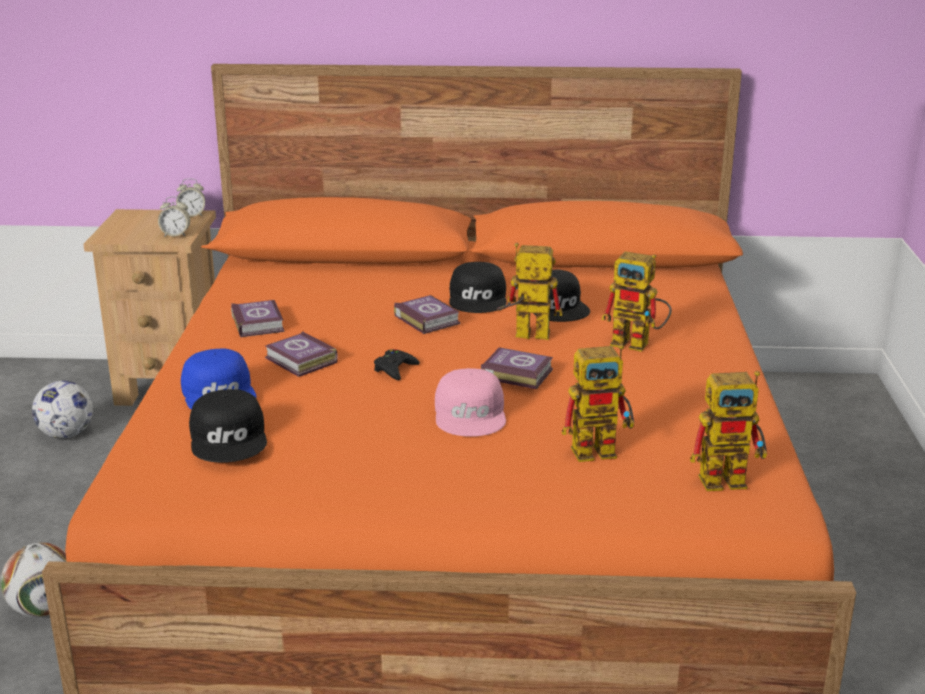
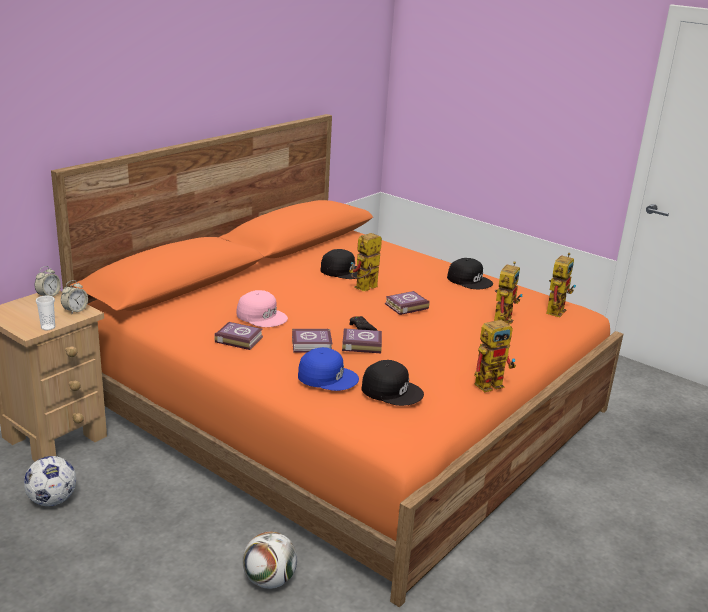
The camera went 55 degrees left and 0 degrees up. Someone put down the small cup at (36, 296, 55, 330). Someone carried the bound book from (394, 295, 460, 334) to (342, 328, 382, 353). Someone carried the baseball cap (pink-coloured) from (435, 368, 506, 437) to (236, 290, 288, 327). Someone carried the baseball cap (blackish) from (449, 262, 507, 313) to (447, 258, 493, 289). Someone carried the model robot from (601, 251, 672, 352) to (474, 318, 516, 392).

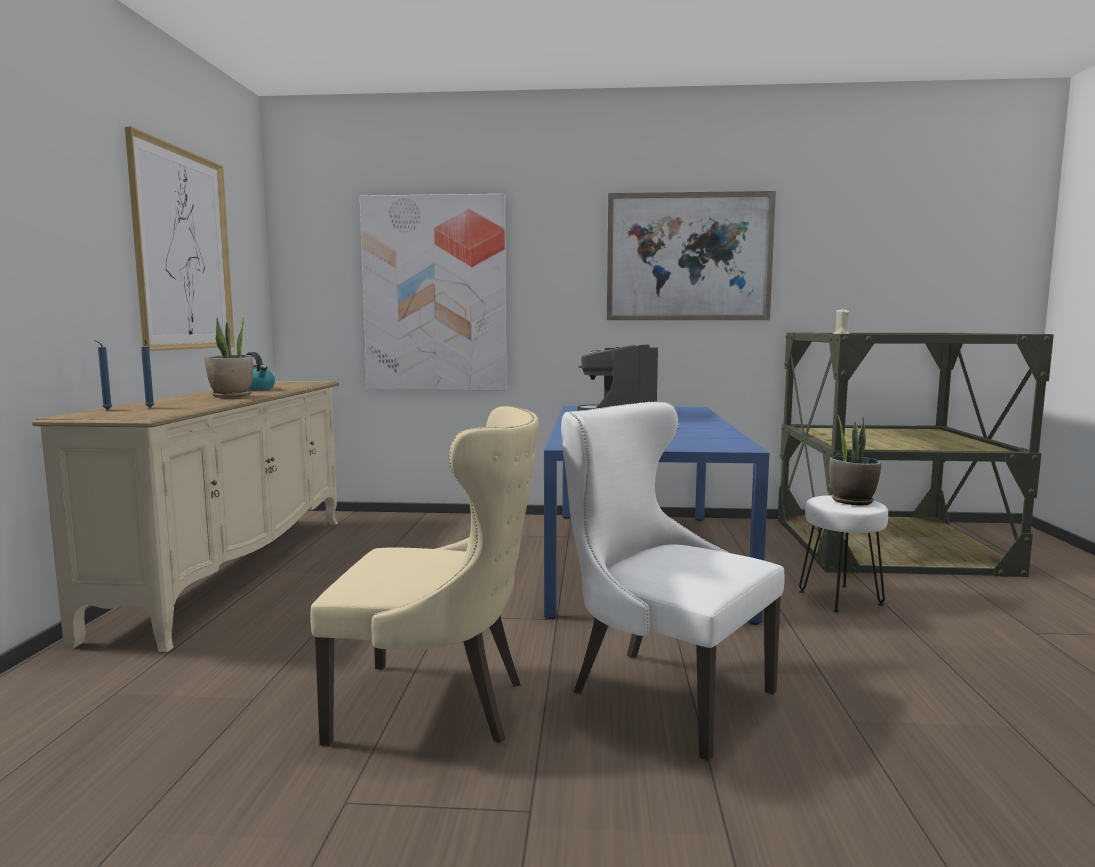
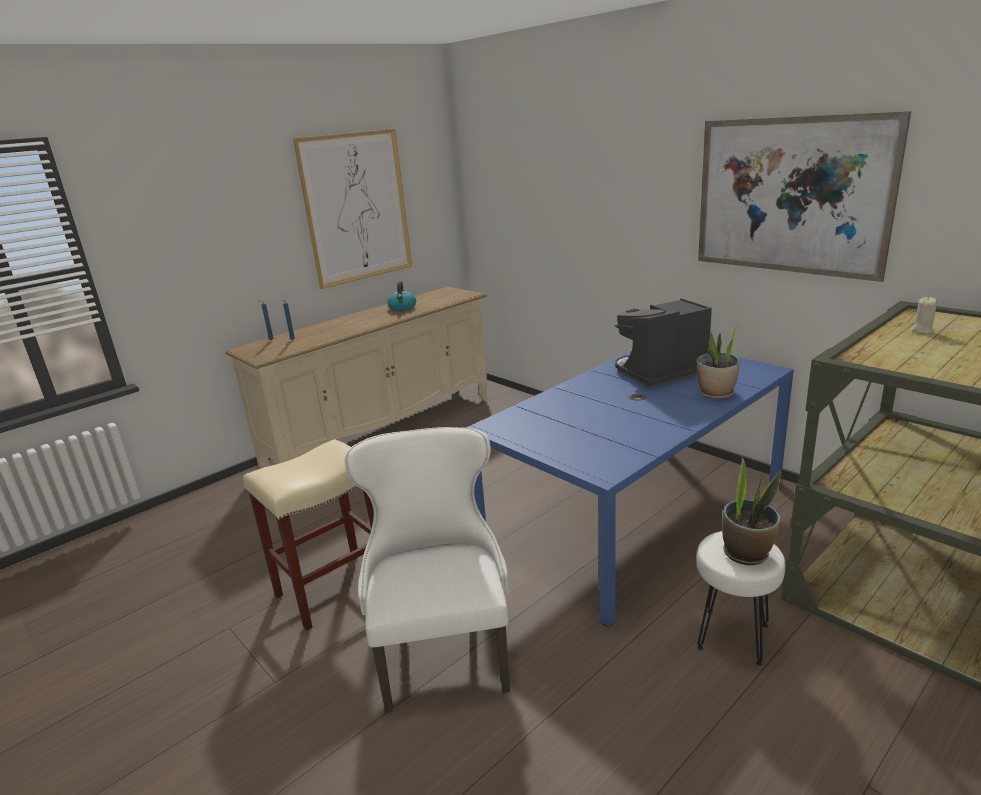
The camera went 45 degrees right and 15 degrees up. Someone took away the wall picture at (360, 194, 507, 391). Someone carried the potted plant from (204, 313, 253, 398) to (697, 324, 740, 399). Someone swapped the plain chair (beige-coloured) at (310, 406, 539, 746) for the stool seat (beige-coloured) at (243, 439, 374, 630).

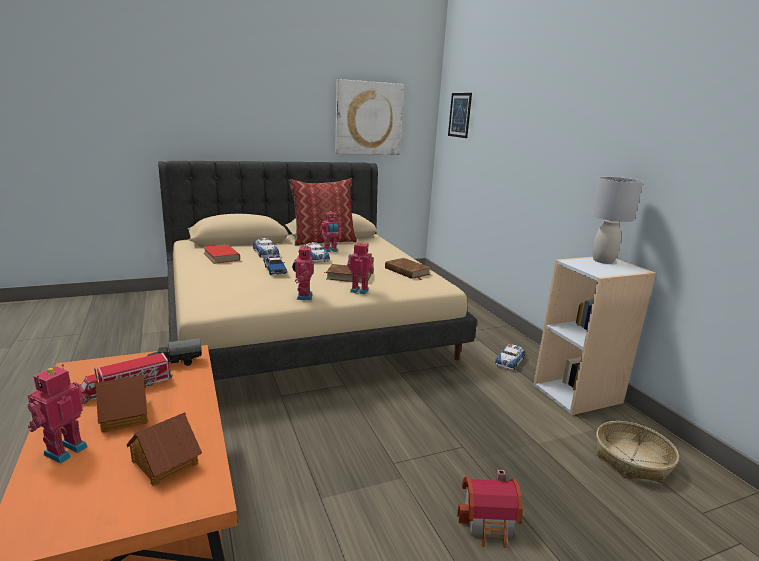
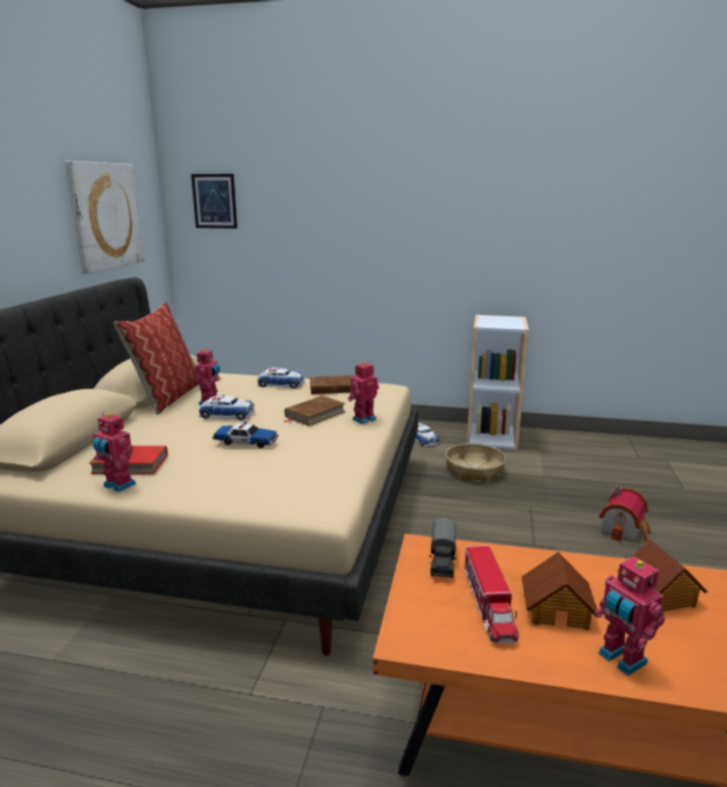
The camera went 55 degrees left and 0 degrees up. Someone took away the table lamp (gray) at (591, 177, 643, 264). Someone carried the toy car from (253, 238, 279, 258) to (257, 367, 305, 389). Someone carried the model robot from (292, 244, 314, 300) to (93, 413, 136, 492). Someone carried the basket from (596, 421, 679, 483) to (446, 443, 506, 482).

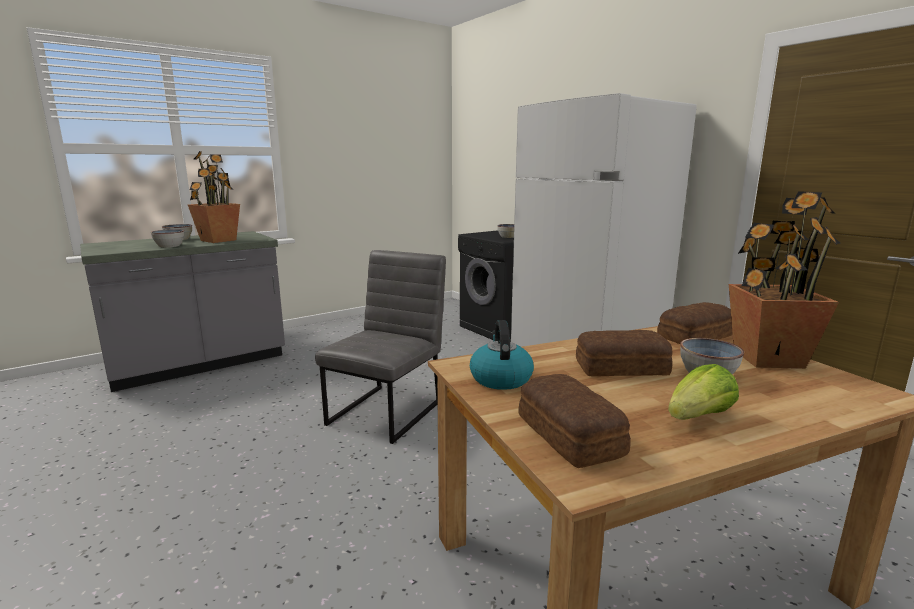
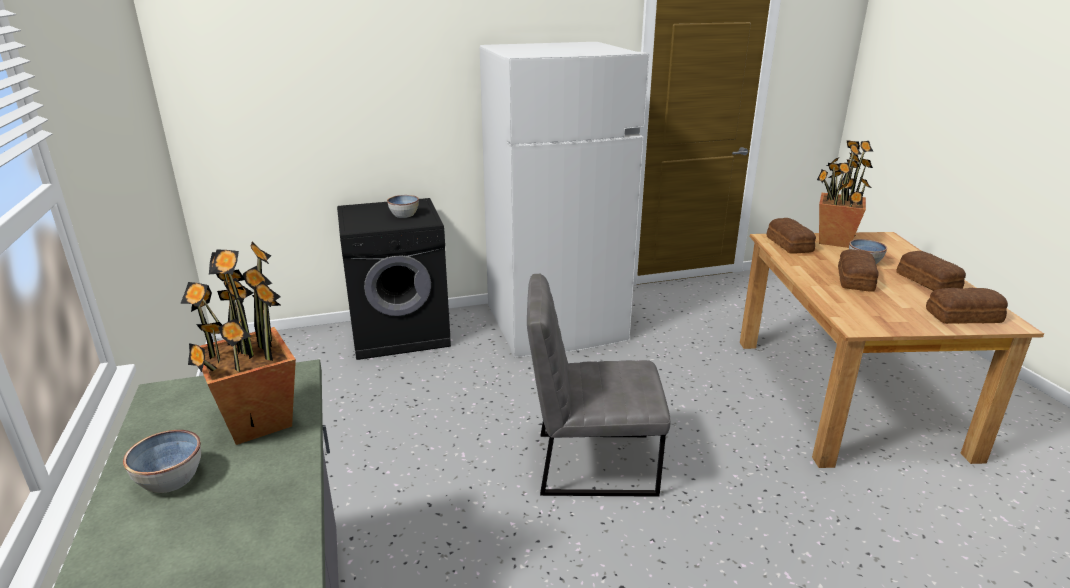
The camera went 70 degrees left and 10 degrees up. Someone took away the deep dish at (151, 229, 184, 247). Someone took away the tea kettle at (470, 320, 534, 390). Someone swapped the lettuce at (668, 364, 739, 420) for the bakery bread at (896, 251, 966, 291). Someone rotated the plain chair (gray) at (315, 250, 446, 444) by 45 degrees counterclockwise.

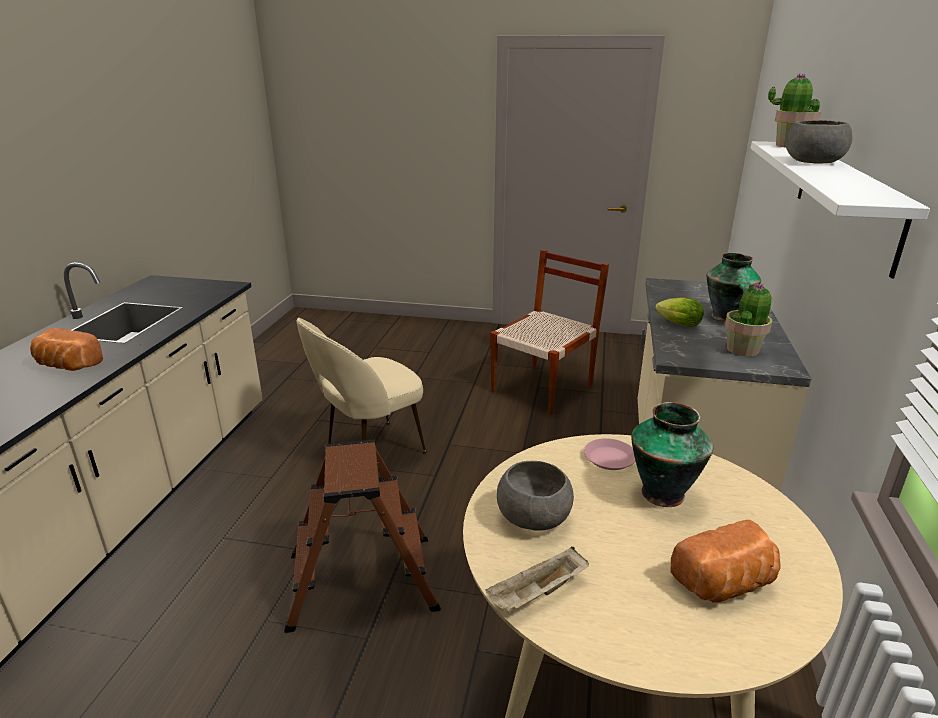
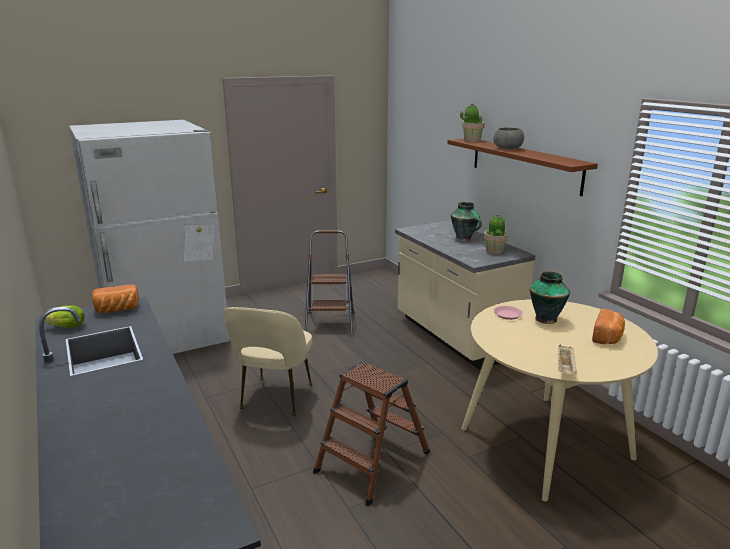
The camera went 40 degrees left and 5 degrees down. Someone took away the deep dish (gray) at (497, 461, 574, 531). Someone put down the fridge (white) at (69, 120, 230, 354). Someone carried the bakery bread from (30, 328, 103, 371) to (92, 284, 139, 314). Someone carried the lettuce from (655, 297, 704, 327) to (44, 305, 85, 327). Someone swapped the plain chair at (490, 250, 609, 415) for the step stool (brownish) at (305, 230, 354, 337). Someone repainted the wall shelf (white) at (751, 141, 930, 278), which became the wall shelf (brownish) at (447, 139, 598, 196).

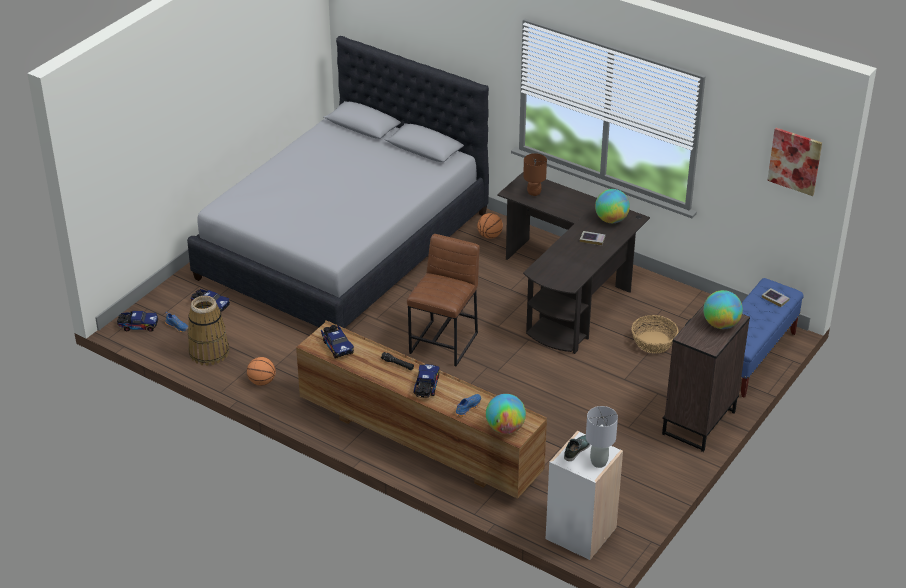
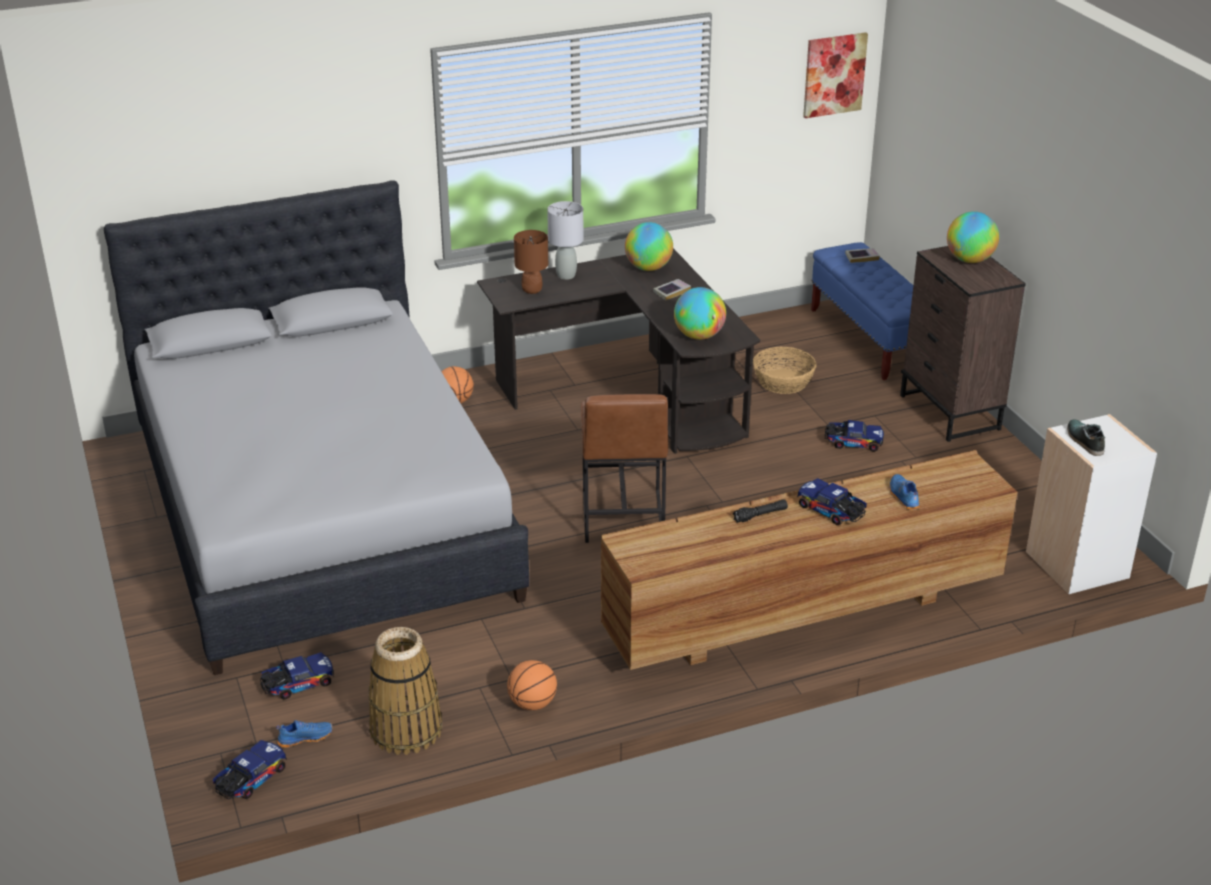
The camera went 55 degrees left and 5 degrees down. Someone carried the model truck from (321, 325, 354, 359) to (825, 420, 884, 452). Someone carried the desk globe from (486, 394, 526, 434) to (674, 287, 726, 340). Someone carried the table lamp (gray) from (586, 406, 618, 468) to (547, 201, 584, 280). Someone rotated the plain chair (brownish) at (407, 234, 480, 366) by 150 degrees counterclockwise.

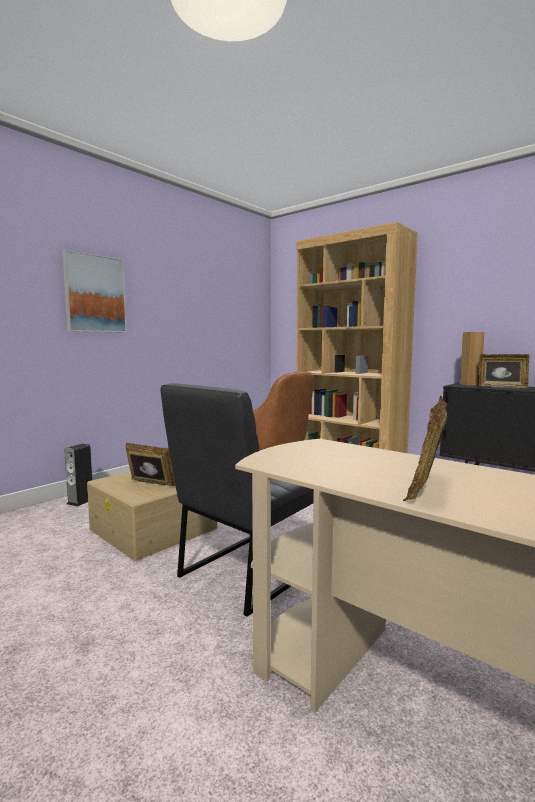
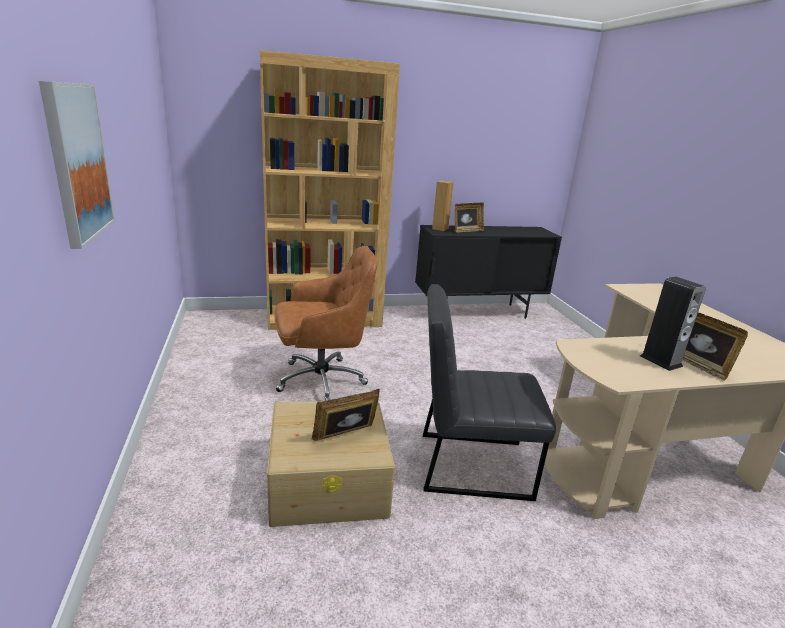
The camera went 55 degrees left and 15 degrees up. Someone carried the speaker from (65, 444, 92, 507) to (640, 277, 706, 371). Someone rotated the plain chair (gray) at (160, 383, 314, 617) by 105 degrees clockwise.

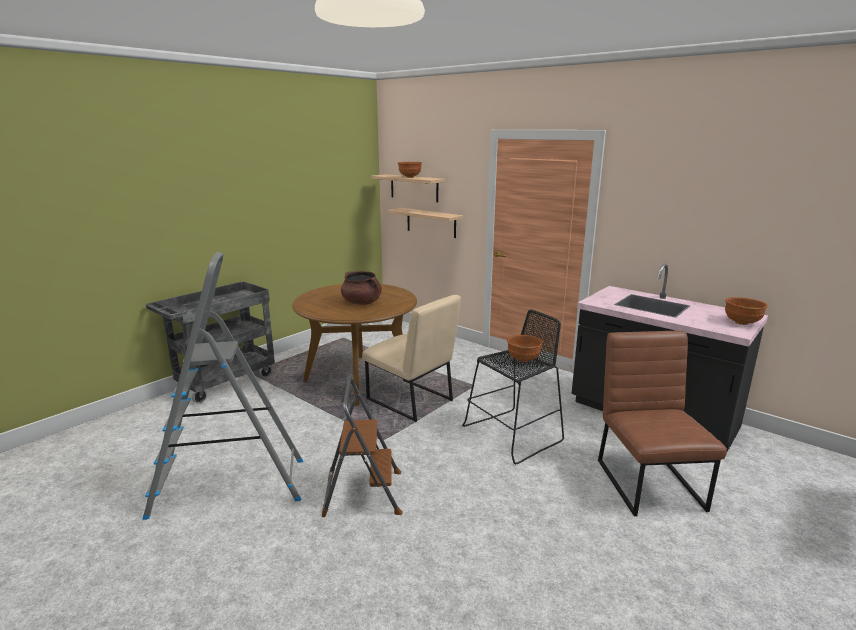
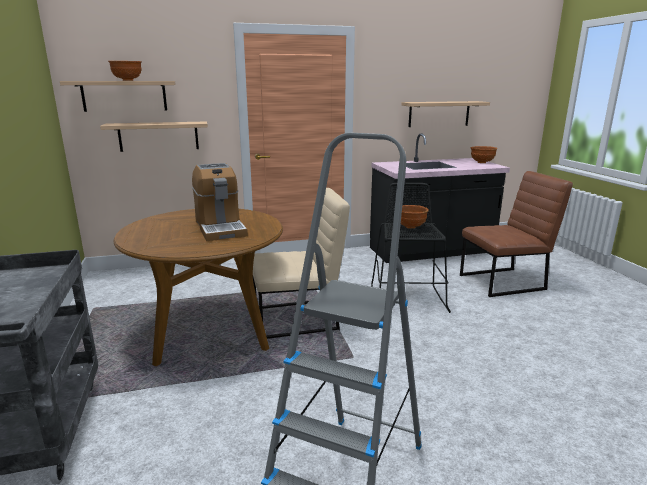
The camera went 55 degrees left and 0 degrees up. Someone took away the step stool (brownish) at (322, 378, 403, 517). Someone put up the wall shelf at (401, 101, 490, 127). Someone swapped the cooking pot (brownish) at (341, 271, 382, 305) for the coffee brewer at (192, 163, 248, 241). Someone rotated the plain chair (brownish) at (598, 330, 727, 516) by 135 degrees clockwise.

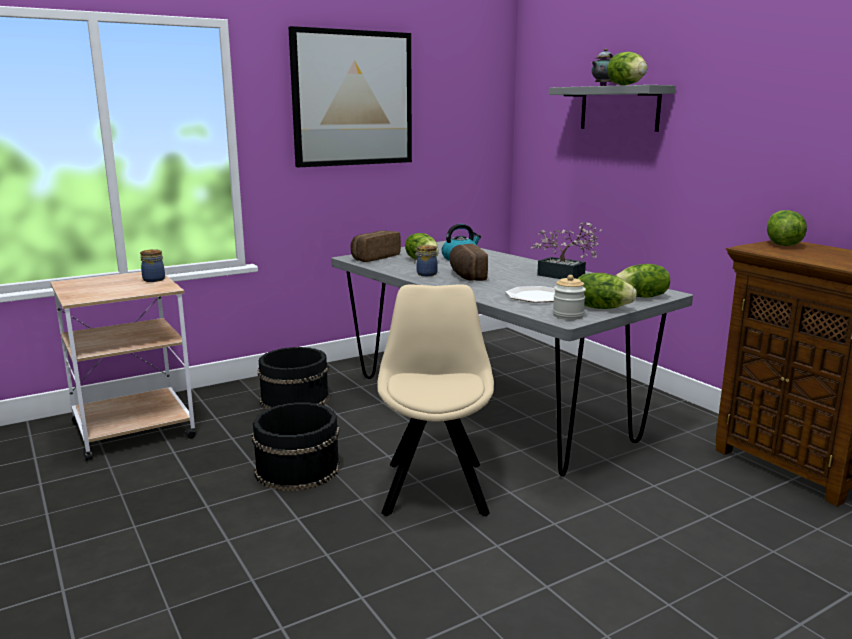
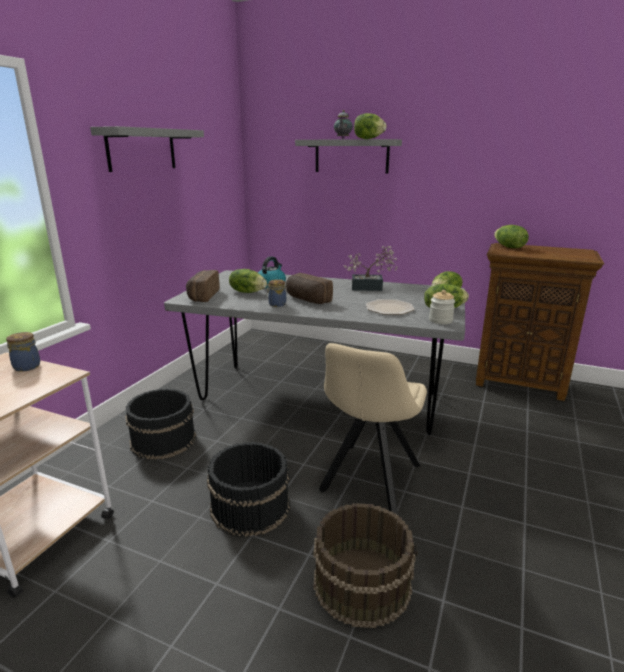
The camera went 35 degrees left and 5 degrees up. Someone put down the pail (brownish) at (314, 503, 418, 628). Someone swapped the wall picture at (288, 26, 412, 167) for the wall shelf (gray) at (90, 126, 204, 172). Someone rotated the plain chair (beige-coloured) at (377, 284, 494, 516) by 120 degrees counterclockwise.

